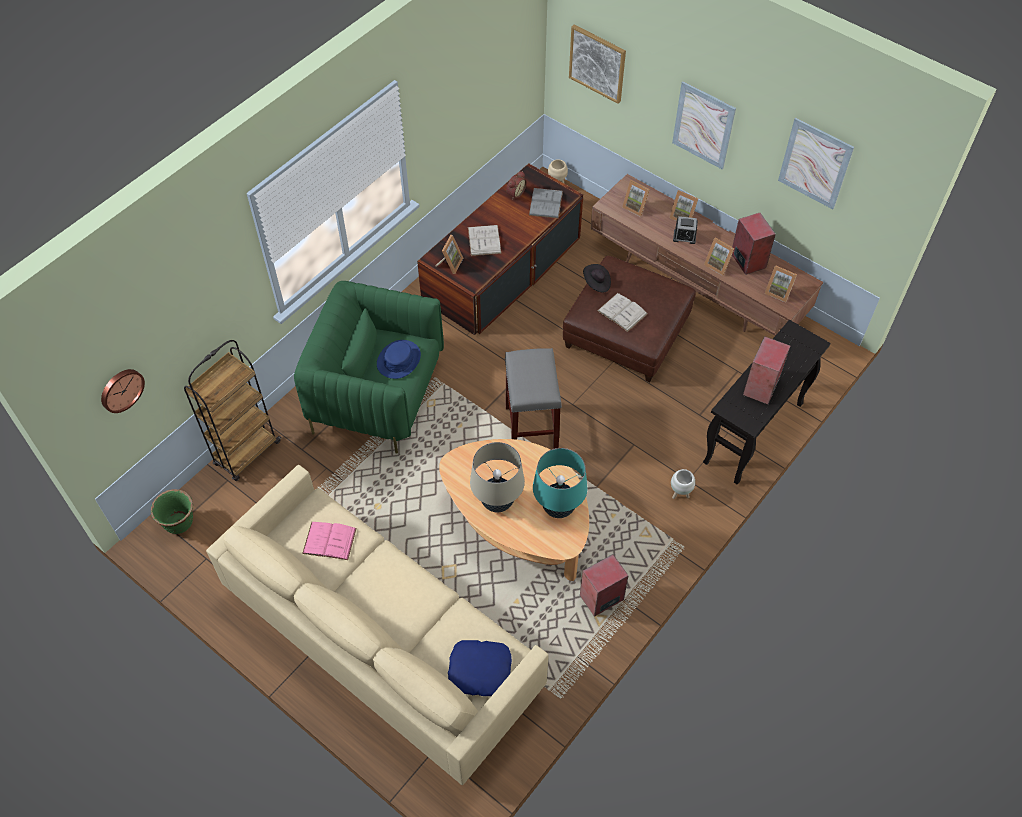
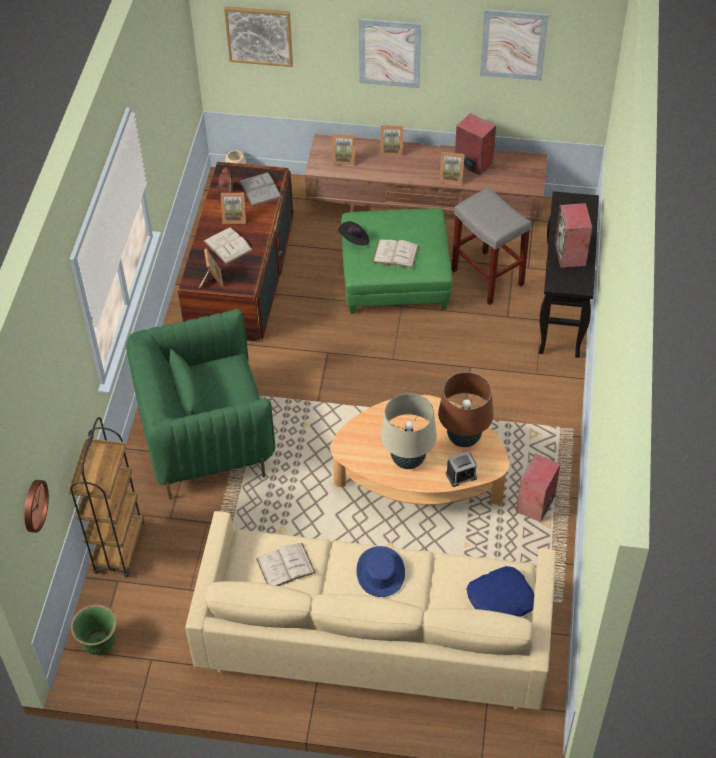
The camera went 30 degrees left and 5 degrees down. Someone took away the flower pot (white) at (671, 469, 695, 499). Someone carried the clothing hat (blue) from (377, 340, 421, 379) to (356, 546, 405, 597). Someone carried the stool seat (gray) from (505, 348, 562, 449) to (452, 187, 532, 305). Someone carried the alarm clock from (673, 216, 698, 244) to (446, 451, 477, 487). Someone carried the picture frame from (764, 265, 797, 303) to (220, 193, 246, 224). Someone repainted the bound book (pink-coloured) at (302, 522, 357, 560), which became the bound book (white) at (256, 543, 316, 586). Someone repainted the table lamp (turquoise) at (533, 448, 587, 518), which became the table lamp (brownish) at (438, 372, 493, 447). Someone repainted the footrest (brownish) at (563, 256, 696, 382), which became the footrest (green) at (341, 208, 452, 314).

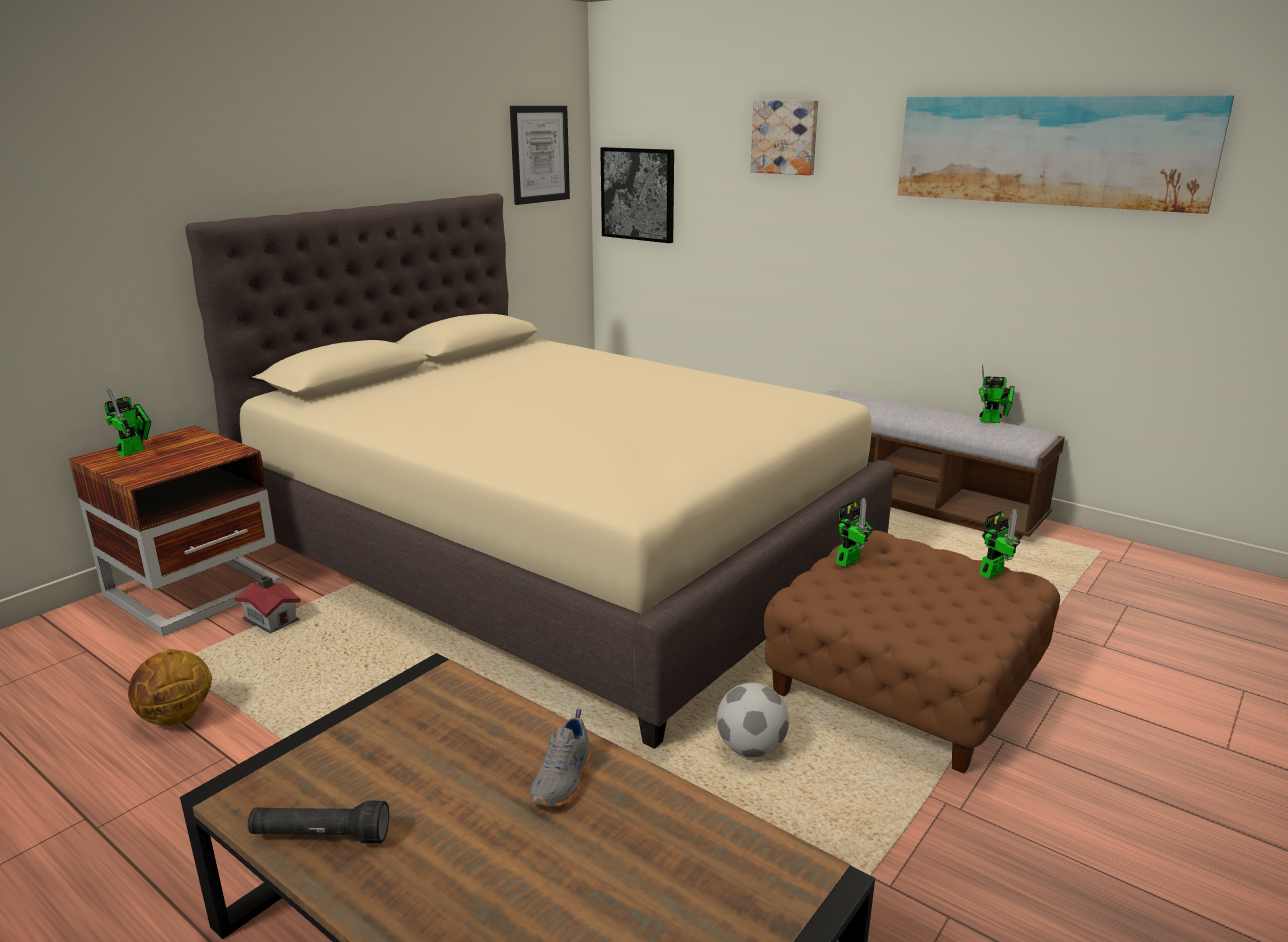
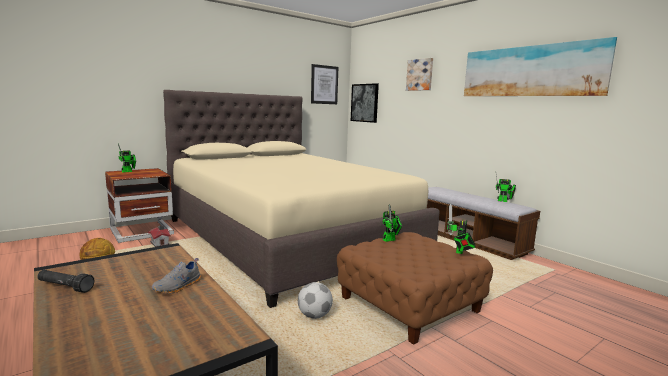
The camera went 15 degrees right and 10 degrees down. Someone rotated the model robot at (979, 508, 1021, 579) by 135 degrees clockwise.

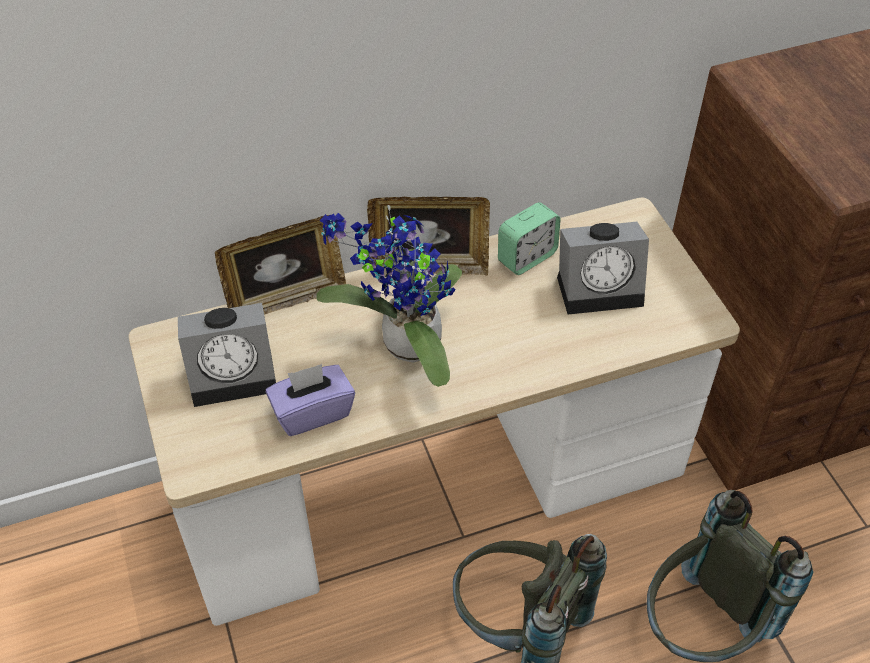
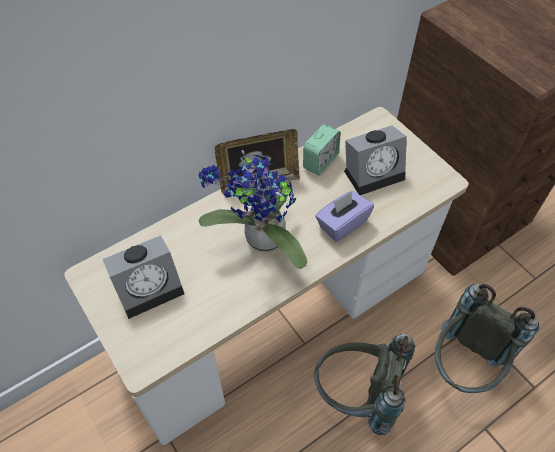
The camera went 15 degrees left and 5 degrees up. Someone took away the picture frame at (215, 215, 346, 315). Someone carried the box of tissues (purple) from (266, 364, 355, 436) to (315, 191, 374, 242).

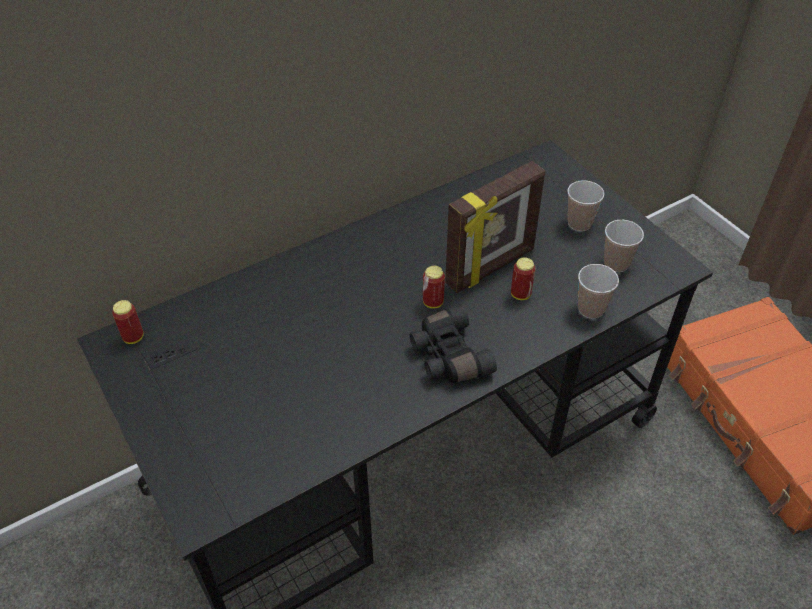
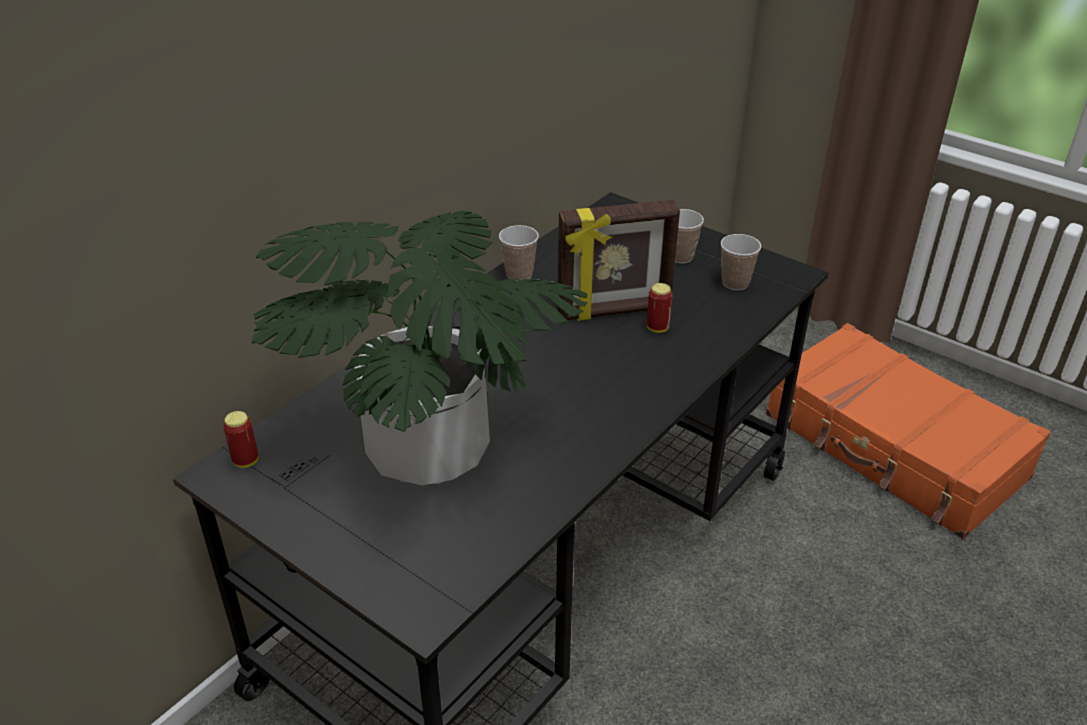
The camera went 20 degrees left and 10 degrees down. Someone took away the binoculars (blackish) at (409, 305, 497, 383). Someone took away the metal can at (423, 266, 445, 308). Someone put down the potted plant at (252, 210, 587, 485). Someone carried the small cup from (578, 264, 619, 319) to (499, 225, 539, 281). Someone rotated the picture frame at (445, 161, 545, 293) by 45 degrees clockwise.

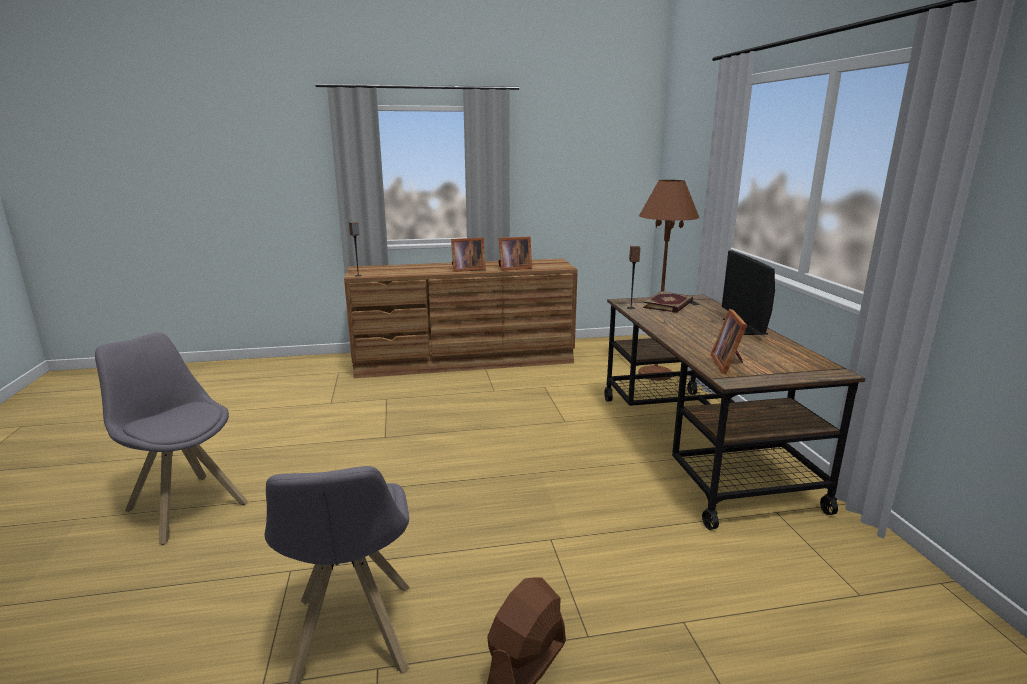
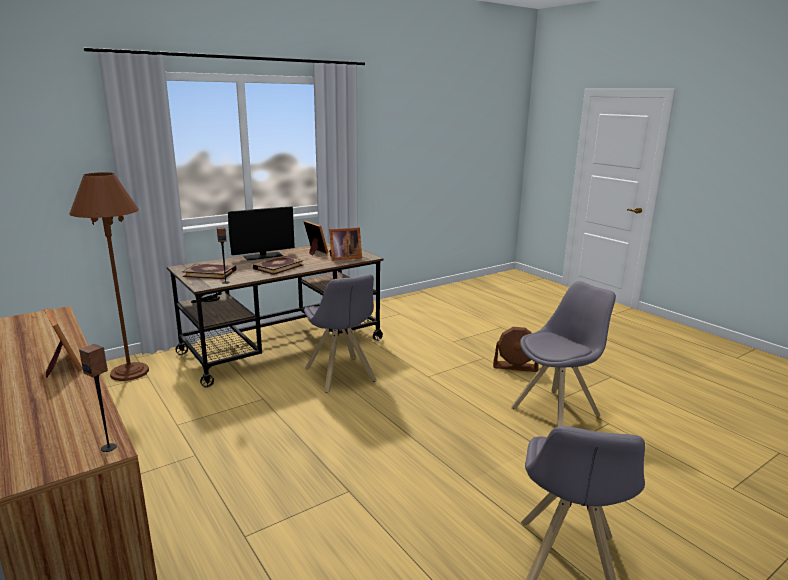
The camera went 115 degrees left and 0 degrees up. Someone put down the bound book at (253, 256, 304, 275). Someone put down the plain chair (gray) at (304, 274, 377, 393). Someone carried the picture frame from (498, 237, 532, 271) to (304, 221, 328, 256).

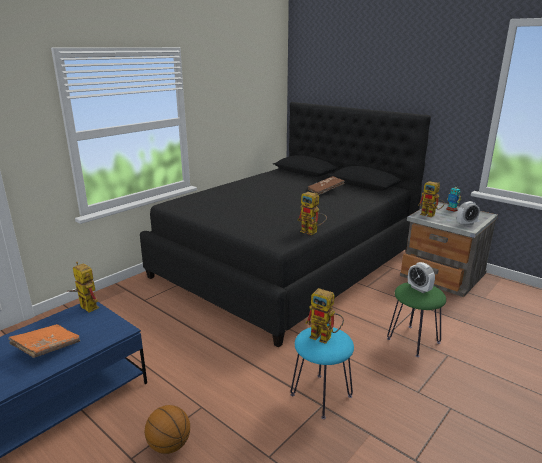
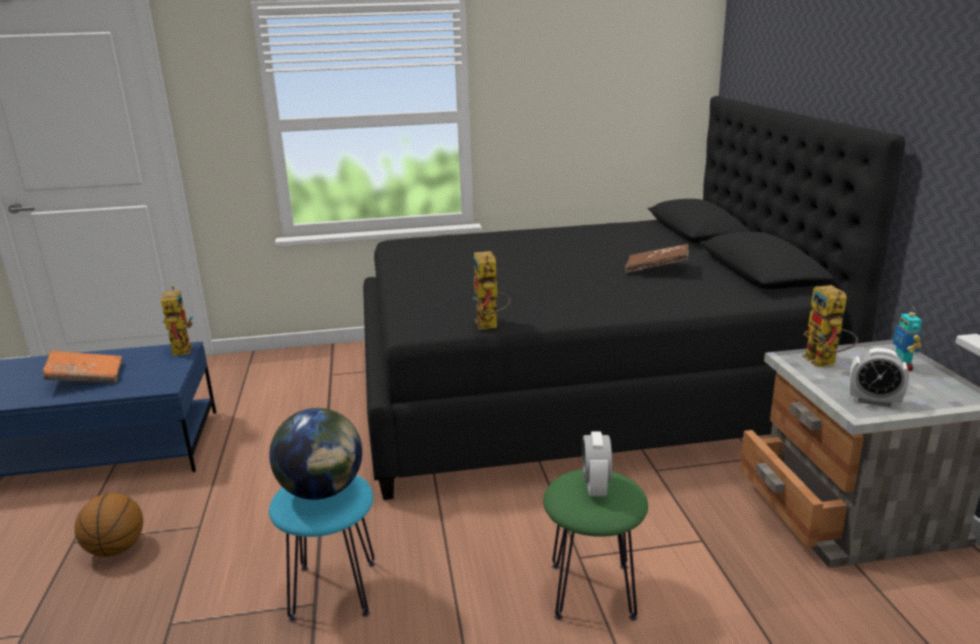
The camera went 40 degrees right and 0 degrees up. Someone swapped the model robot at (305, 288, 344, 344) for the desk globe at (269, 408, 362, 500).

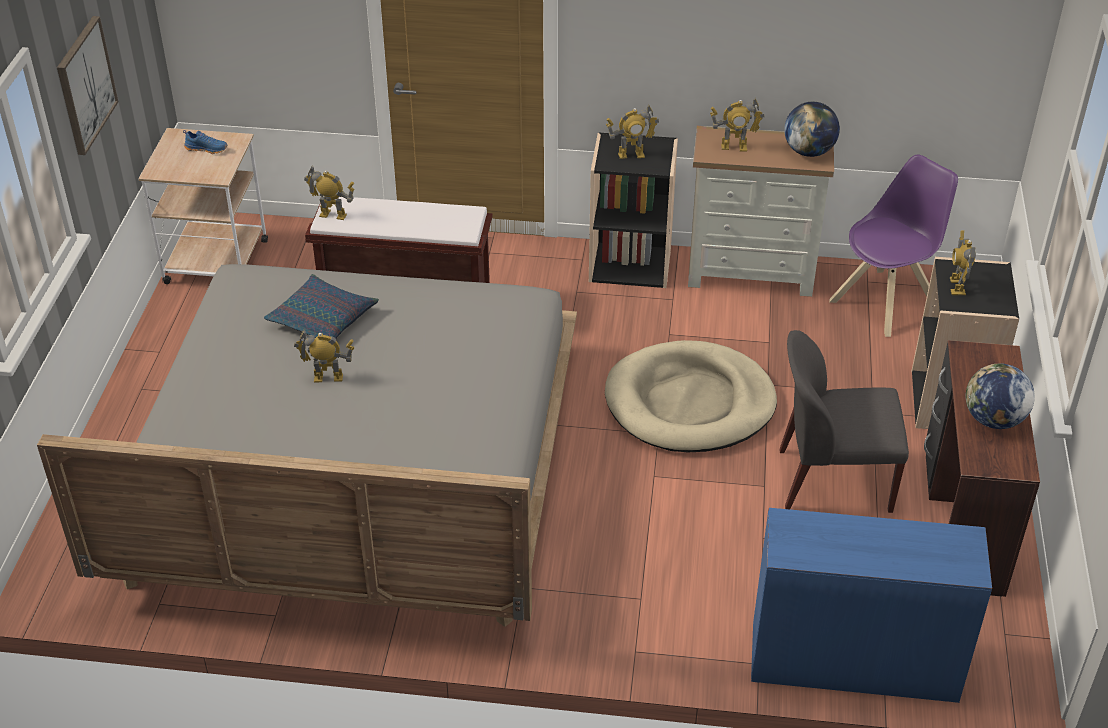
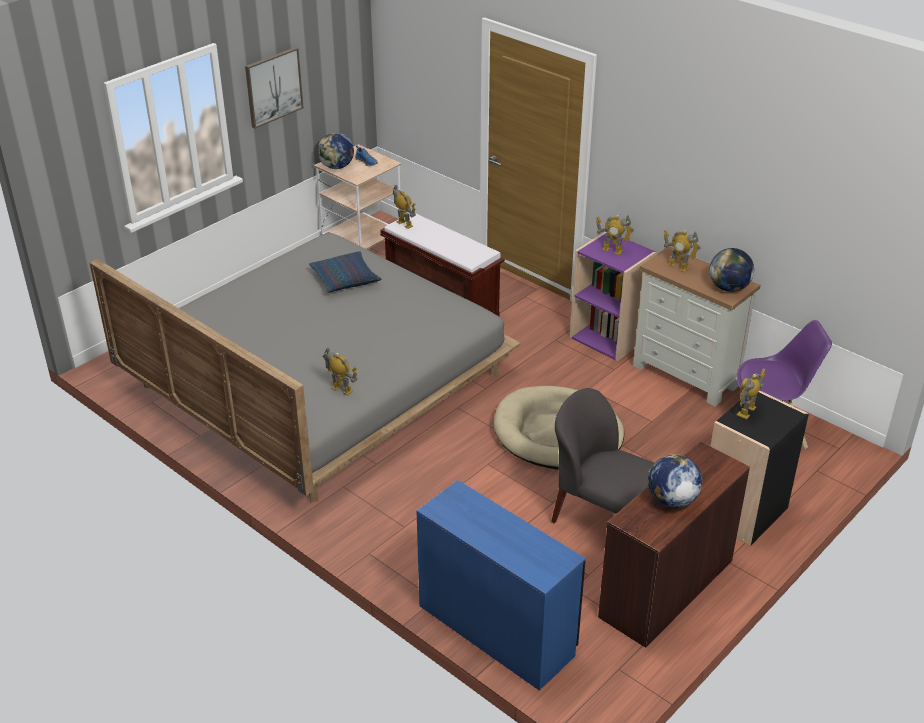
The camera went 35 degrees right and 5 degrees down. Someone put down the desk globe at (318, 132, 354, 169). Someone carried the model robot from (294, 330, 354, 382) to (323, 347, 358, 395). Someone repainted the bookcase (blackish) at (589, 132, 678, 288), which became the bookcase (purple) at (570, 232, 657, 361).

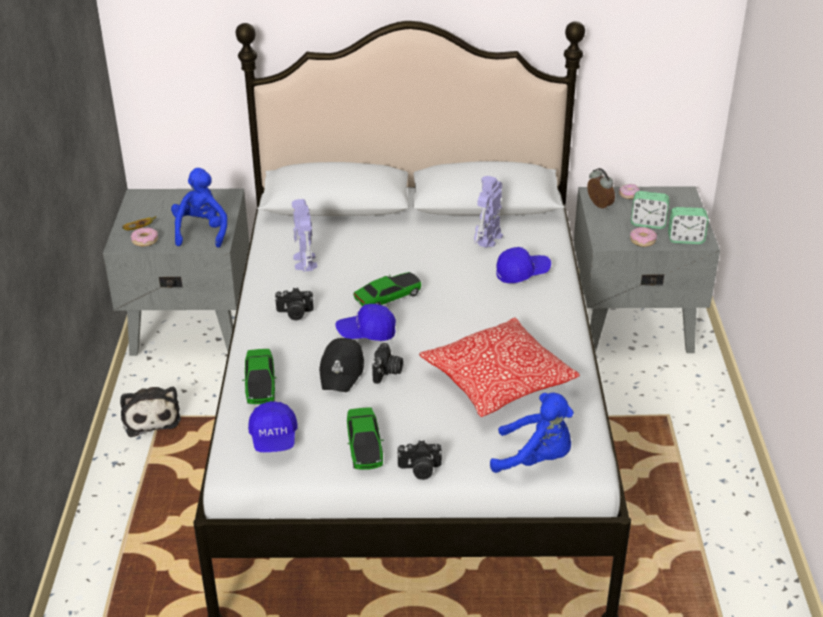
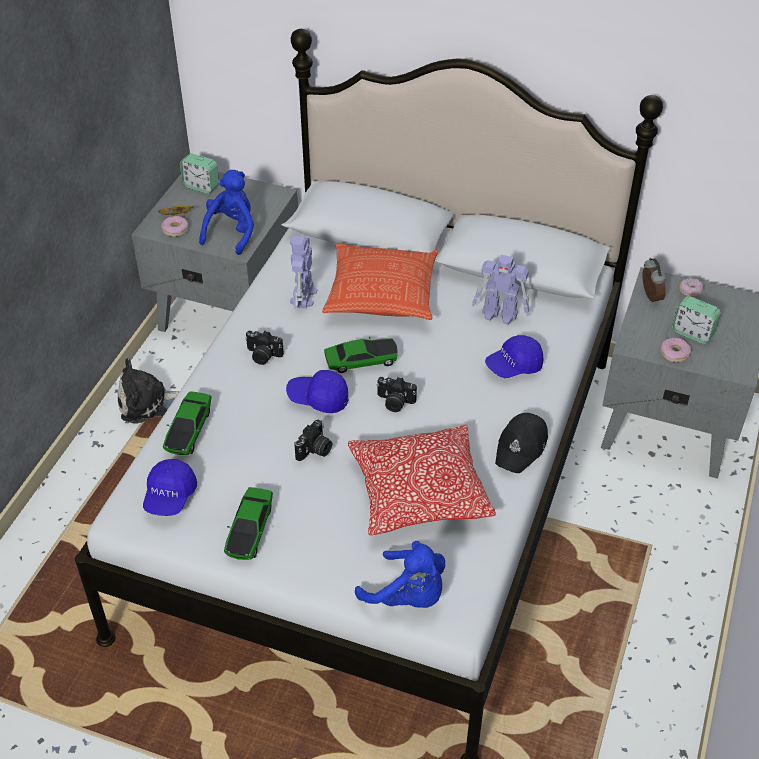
The camera went 20 degrees right and 10 degrees up. Someone put down the pillow (orange-coloured) at (322, 243, 438, 320). Someone carried the baseball cap (blackish) from (319, 338, 364, 392) to (495, 413, 548, 473). Someone carried the still camera from (397, 440, 442, 480) to (376, 377, 417, 412). Someone carried the alarm clock from (668, 207, 708, 244) to (180, 153, 219, 194). Someone rotated the soft toy at (120, 387, 181, 437) by 75 degrees clockwise. Someone rotated the model robot at (474, 176, 503, 248) by 120 degrees counterclockwise. Someone rotated the baseball cap (blue) at (496, 247, 551, 283) by 150 degrees clockwise.

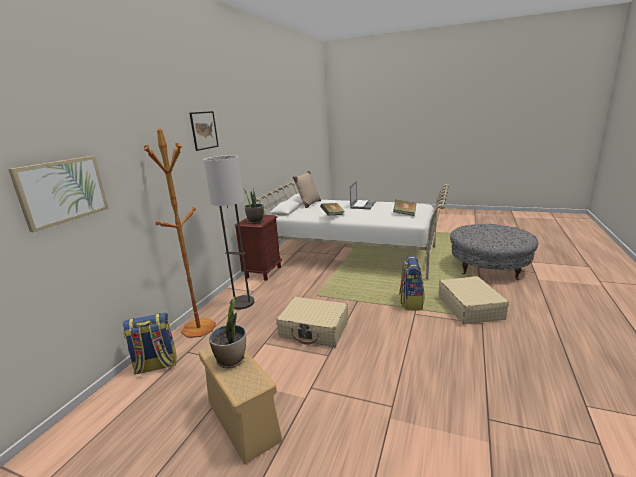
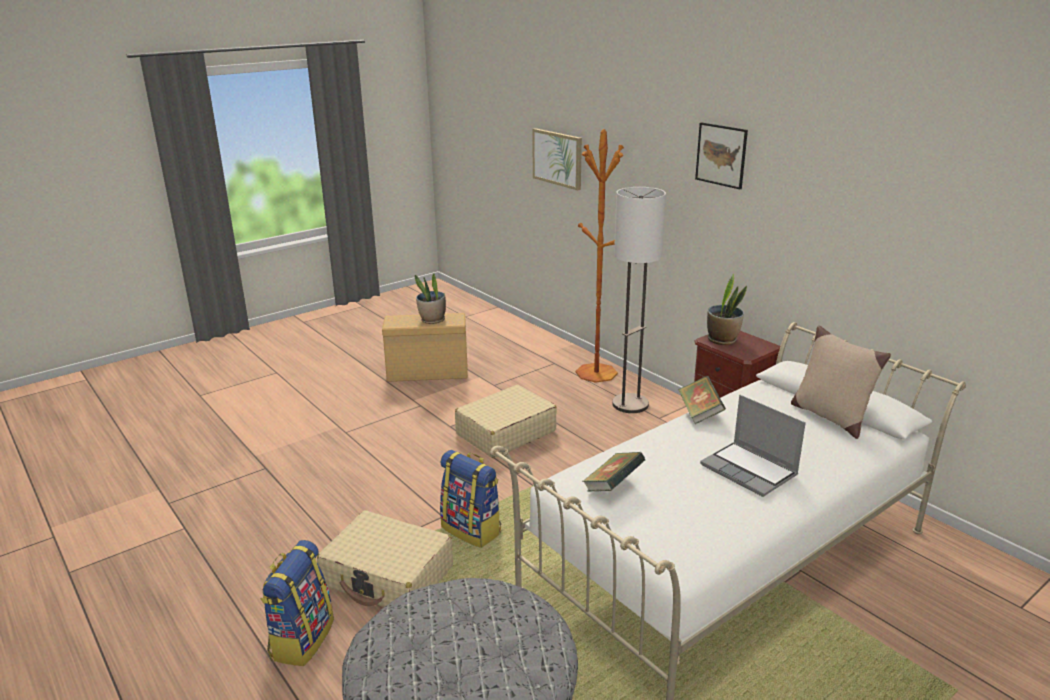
The camera went 120 degrees right and 5 degrees up. Someone carried the knapsack from (123, 313, 177, 375) to (260, 540, 334, 666).

